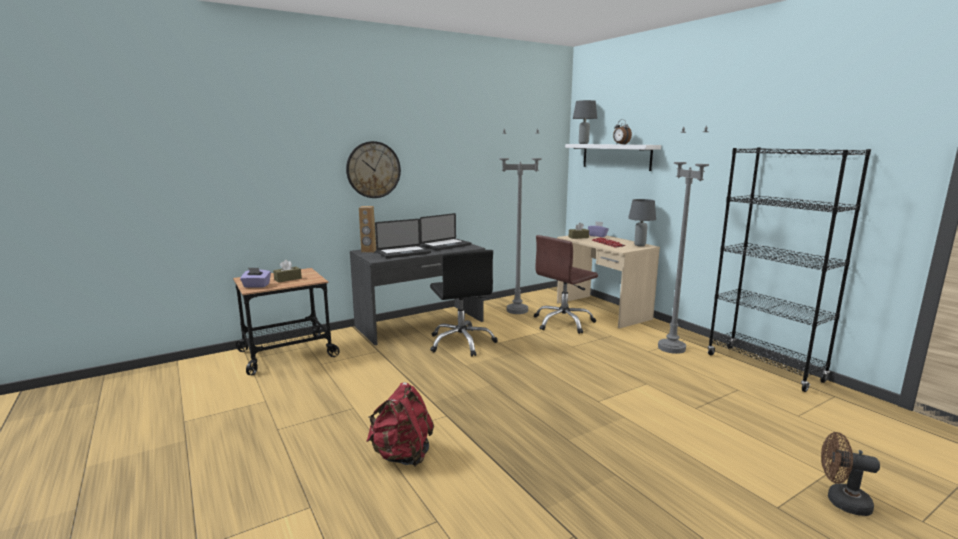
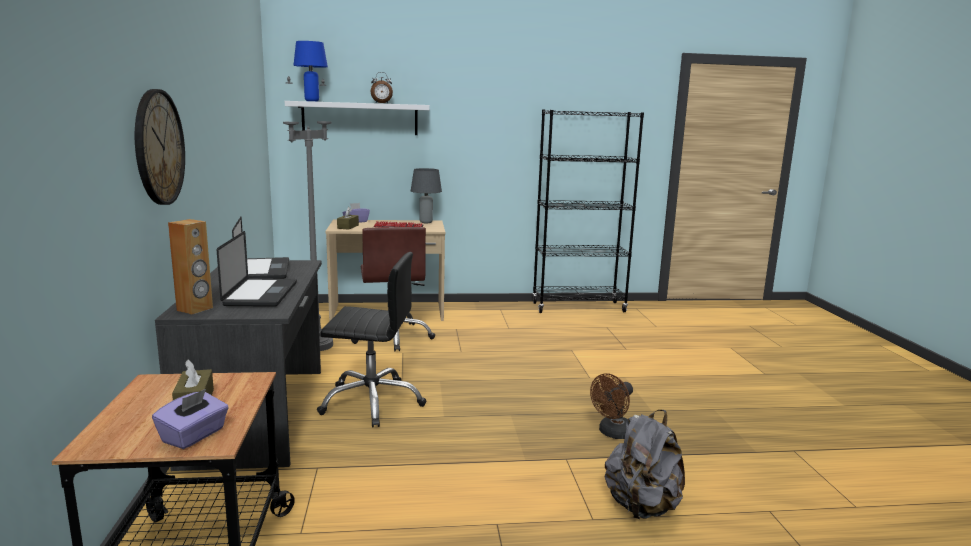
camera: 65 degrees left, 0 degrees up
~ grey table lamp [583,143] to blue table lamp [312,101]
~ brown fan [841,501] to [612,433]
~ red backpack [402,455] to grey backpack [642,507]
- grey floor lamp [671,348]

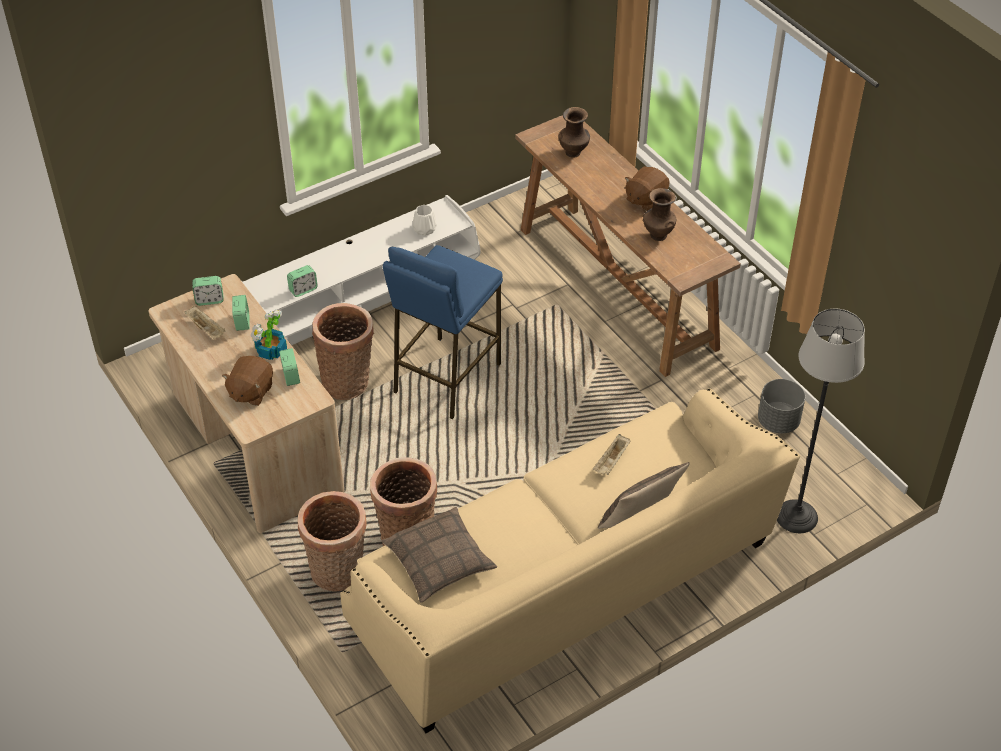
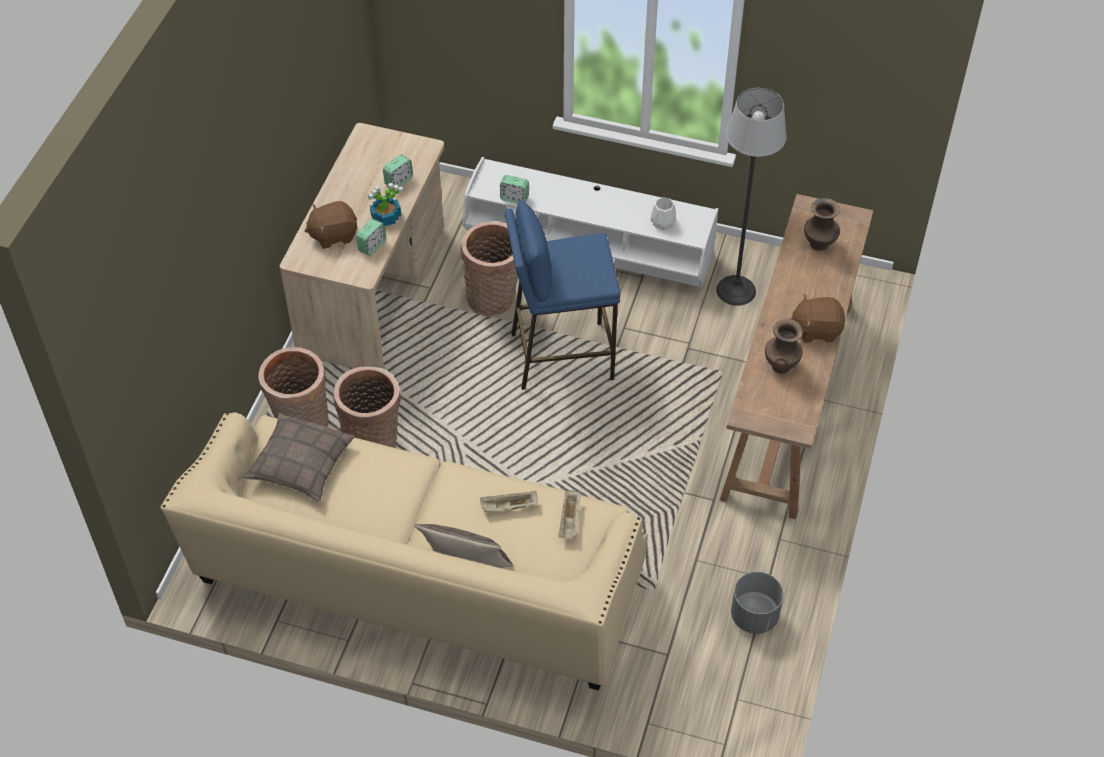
camera: 50 degrees right, 5 degrees up
~ beige tray [206,329] to [570,521]
~ floor lamp [796,516] to [735,290]
- alarm clock [209,300]

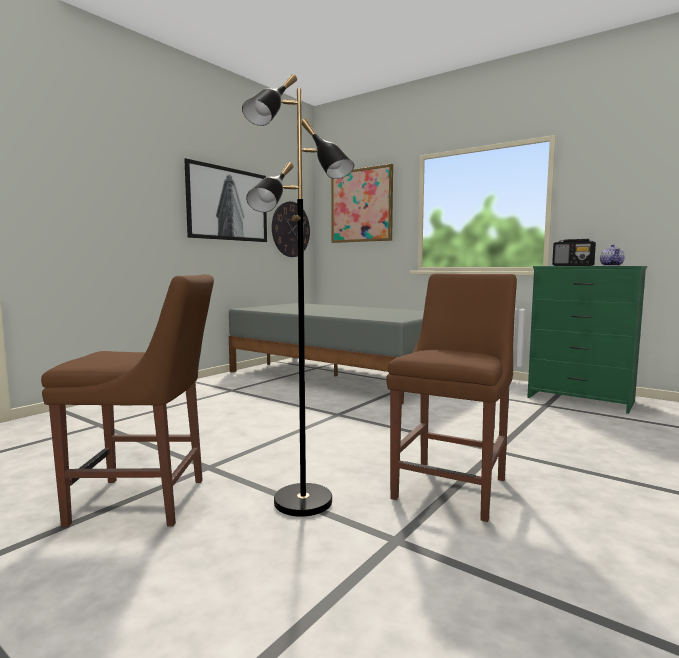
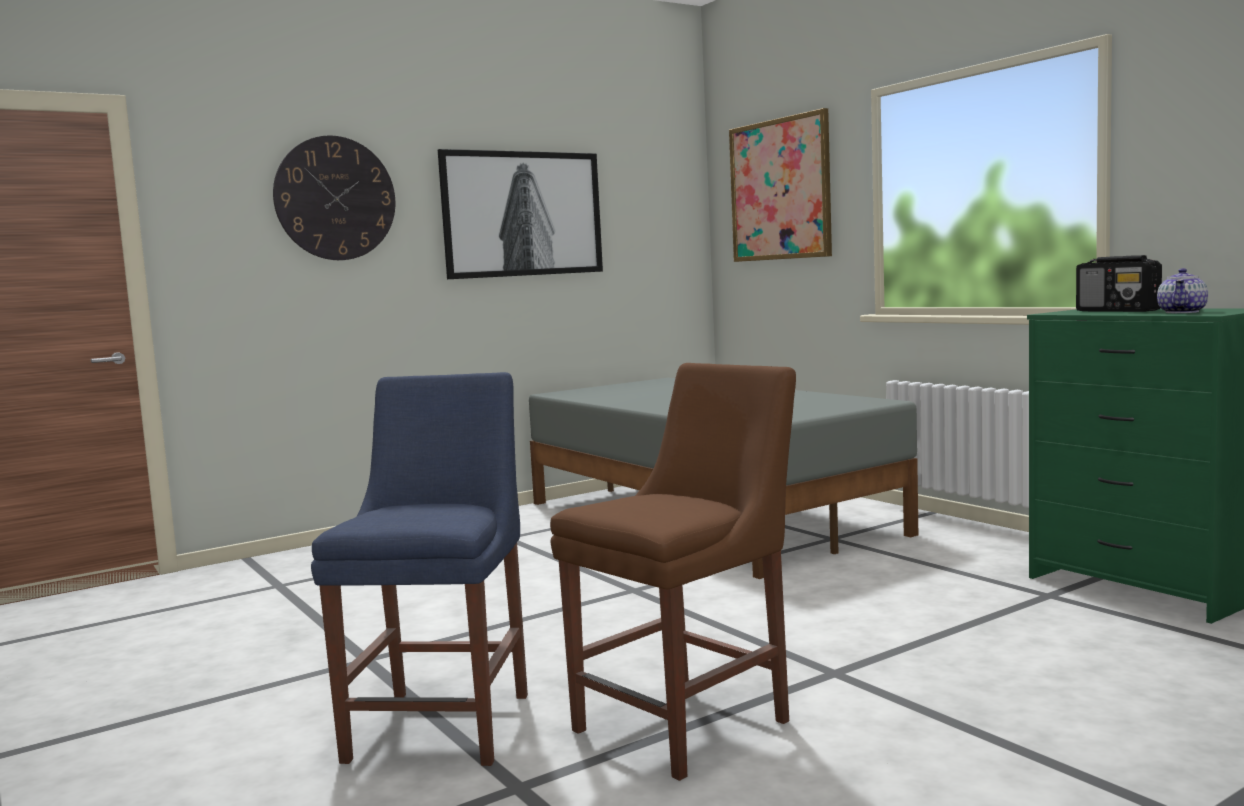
camera: 20 degrees right, 0 degrees up
~ wall clock [290,229] to [335,198]
~ black floor lamp [303,502] to blue chair [444,722]
- brown chair [145,501]

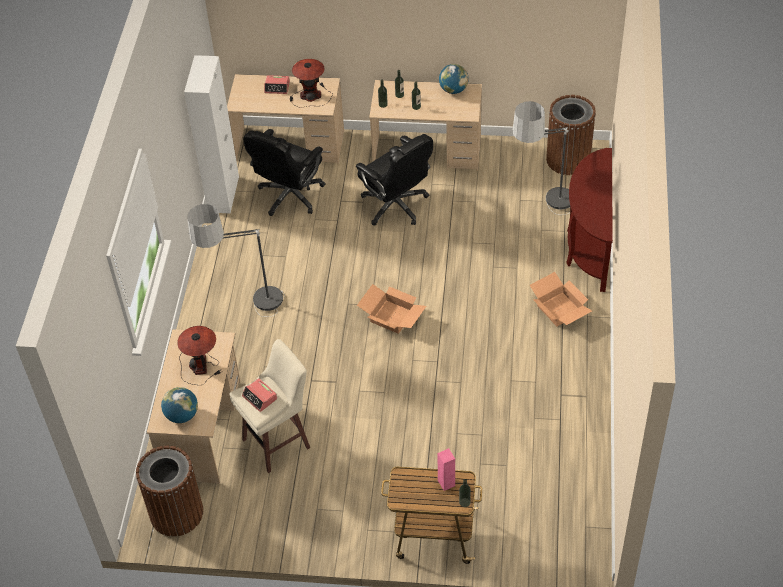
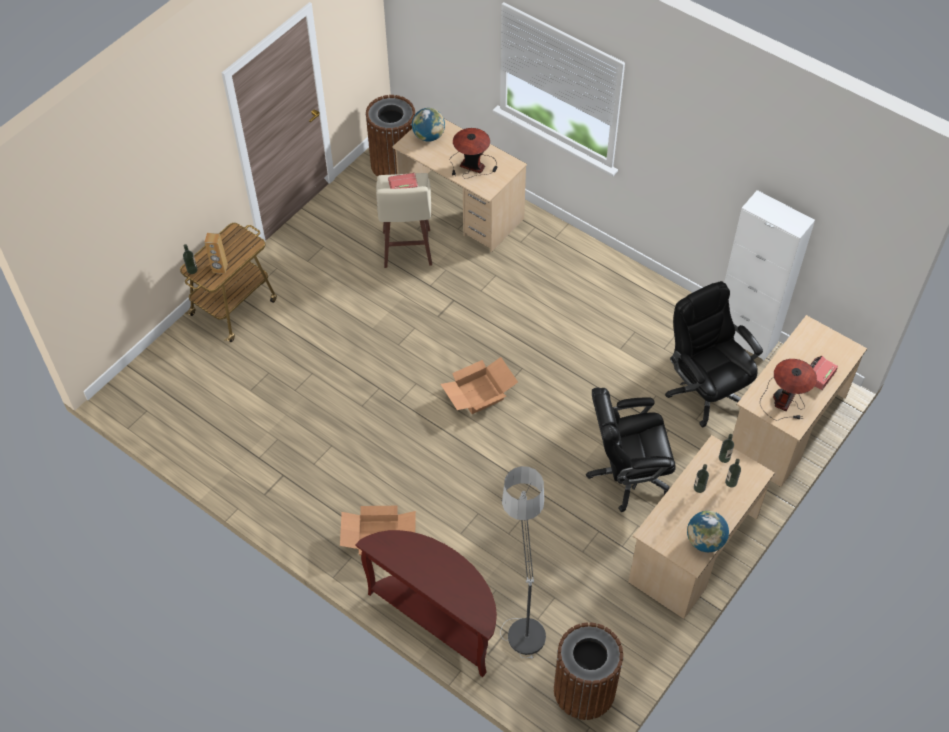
camera: 120 degrees right, 5 degrees up
~ pink speaker [446,483] to brown speaker [220,268]
- floor lamp [248,312]

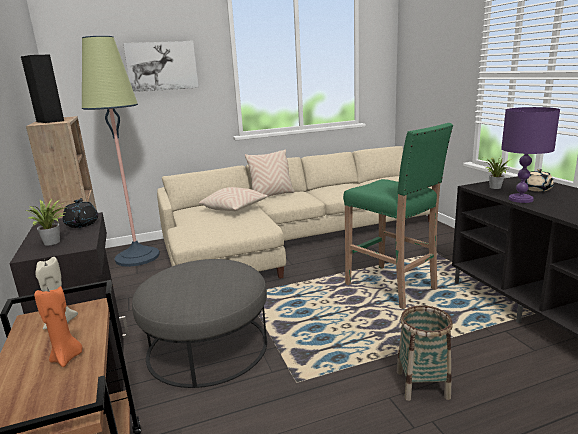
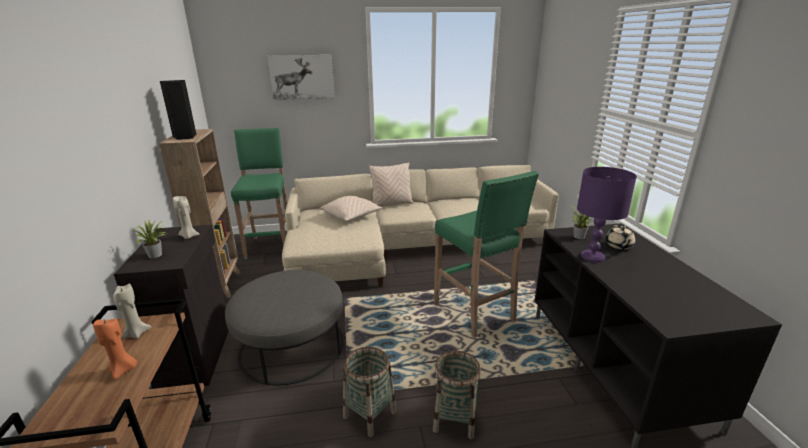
camera: 10 degrees right, 5 degrees up
~ black teapot [82,224] to beige candle [189,236]
~ floor lamp [137,257] to green stool [270,246]
+ basket [369,414]

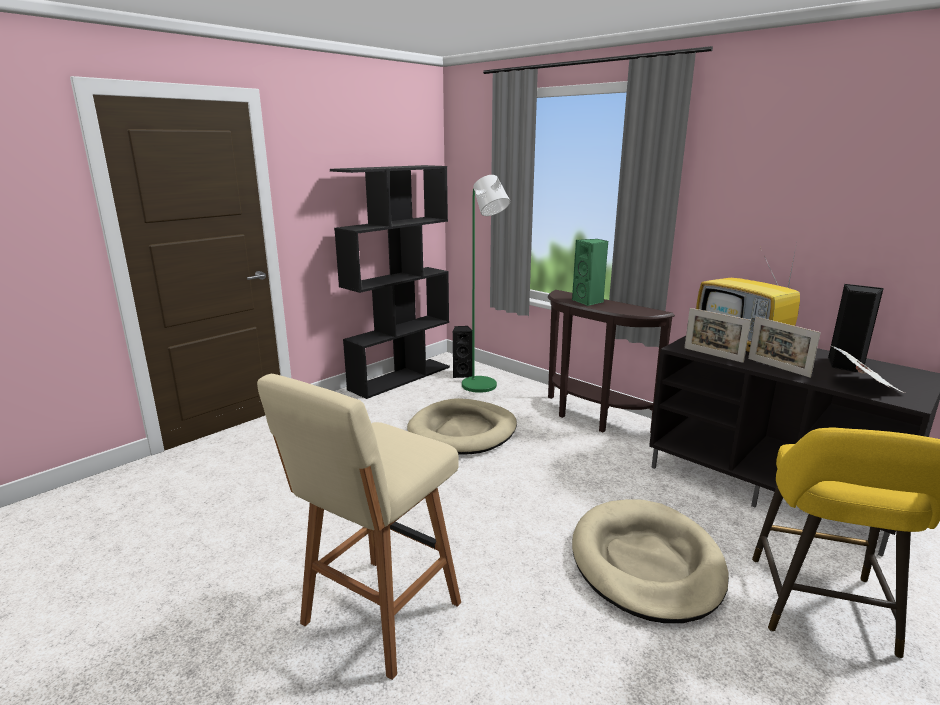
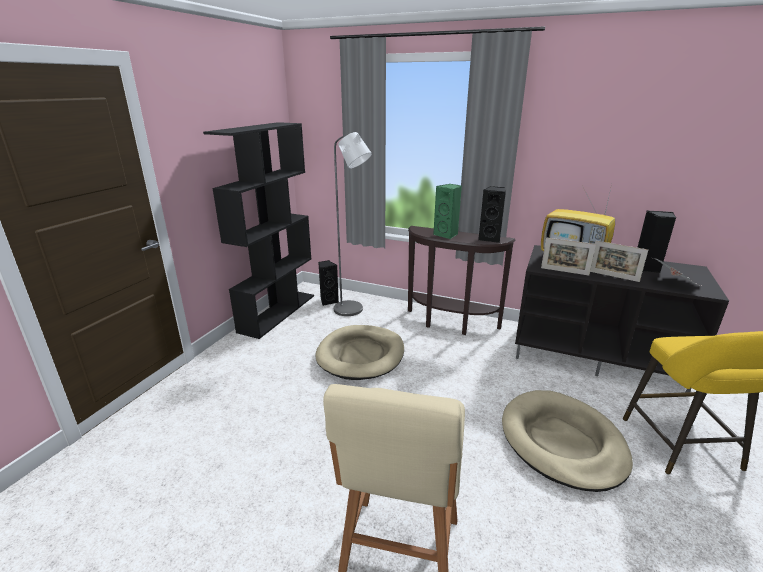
camera: 20 degrees left, 5 degrees up
~ green floor lamp [483,387] to grey floor lamp [352,310]
+ black speaker [490,238]

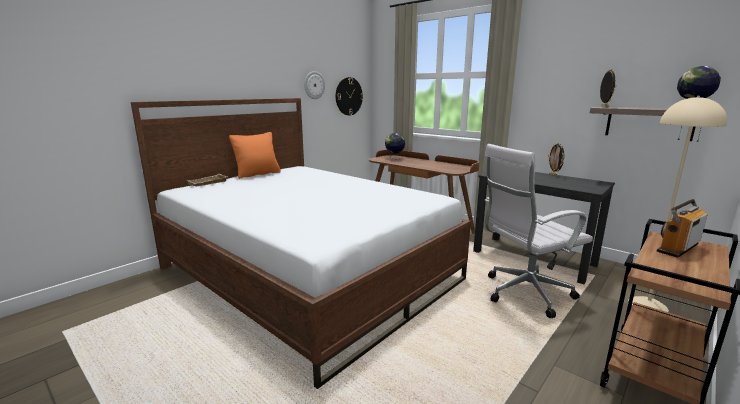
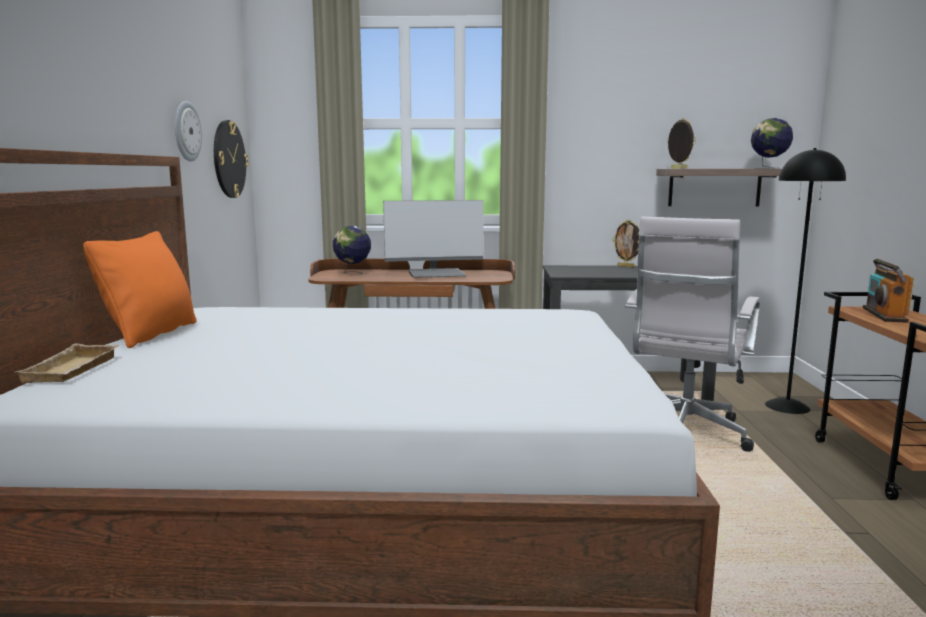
camera: 40 degrees left, 5 degrees down
+ monitor [436,274]
~ beige floor lamp [647,305] to black floor lamp [787,406]

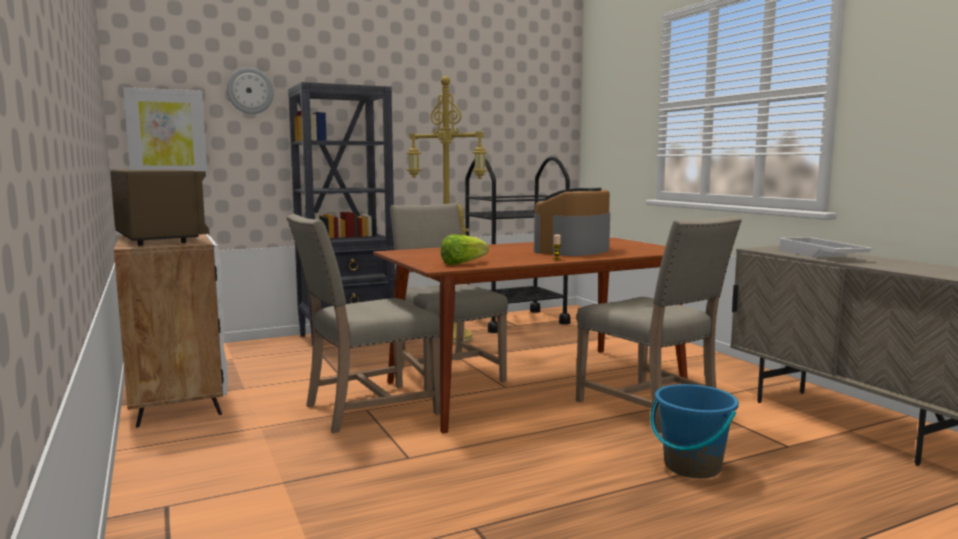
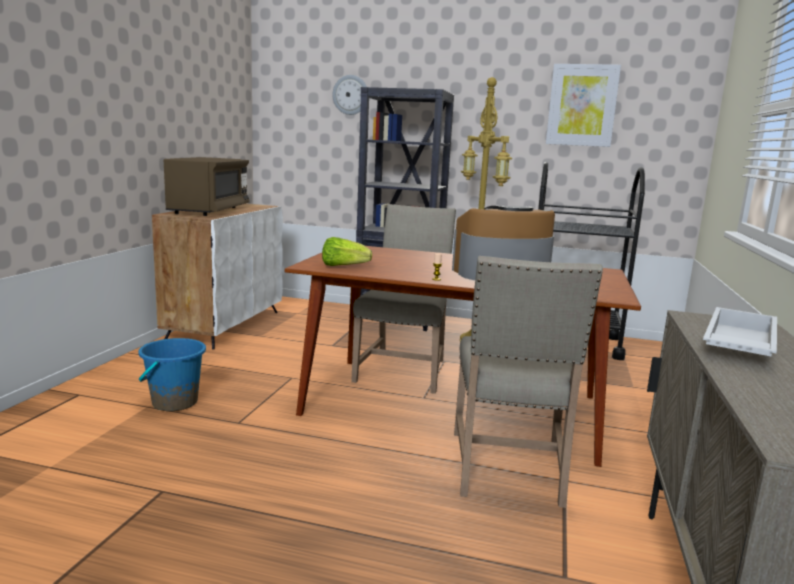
camera: 40 degrees right, 5 degrees up
~ blue bucket [691,466] to [174,402]
~ picture [166,134] to [582,105]
- beige chair [367,409]

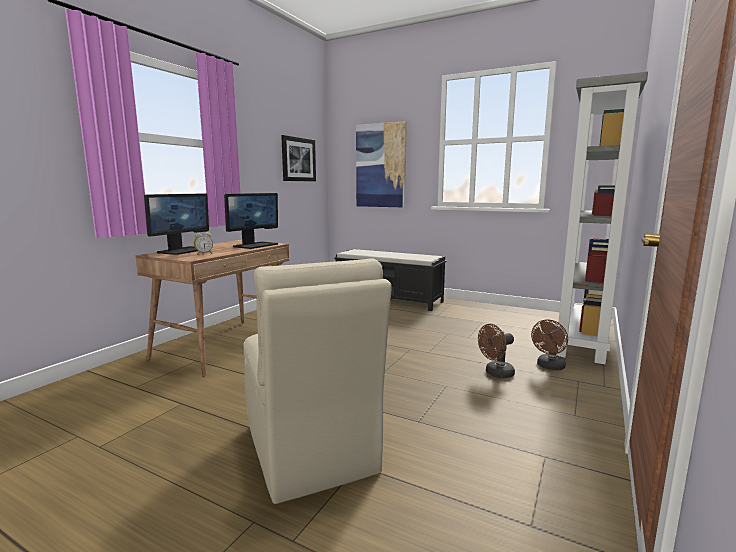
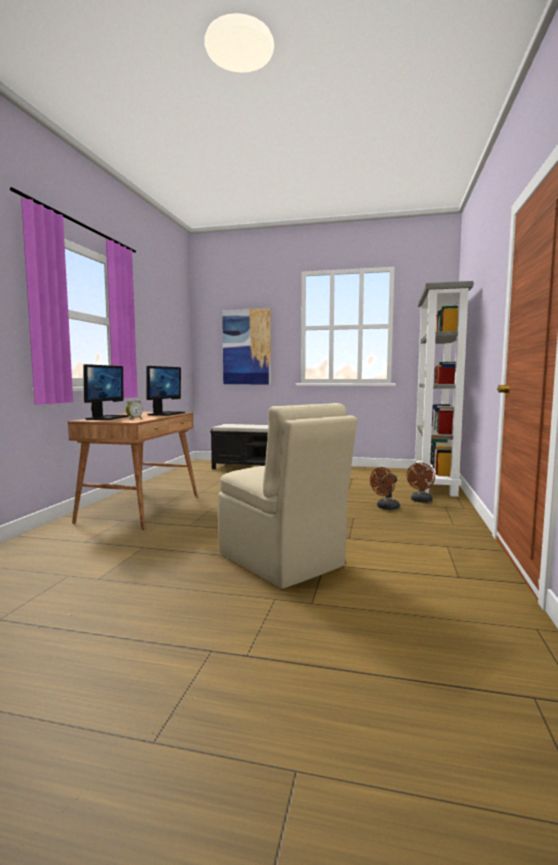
camera: 15 degrees left, 5 degrees down
- picture [298,159]

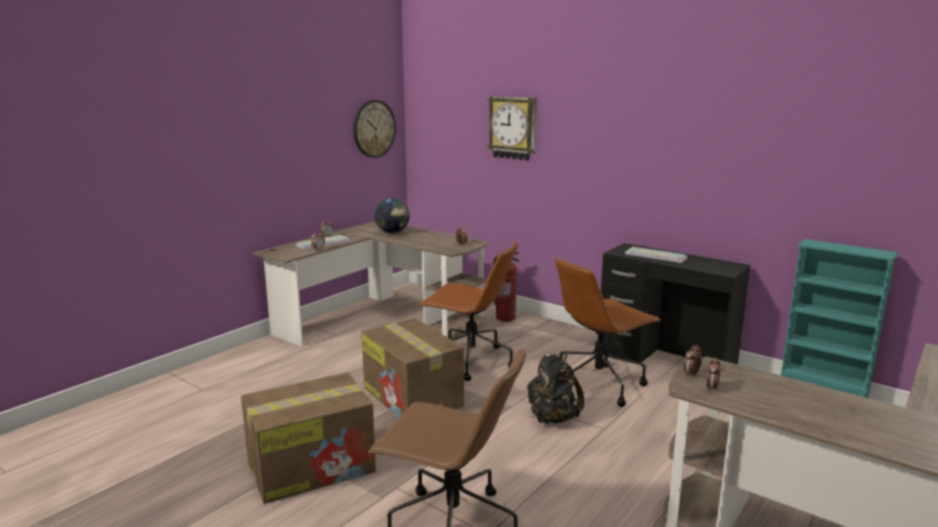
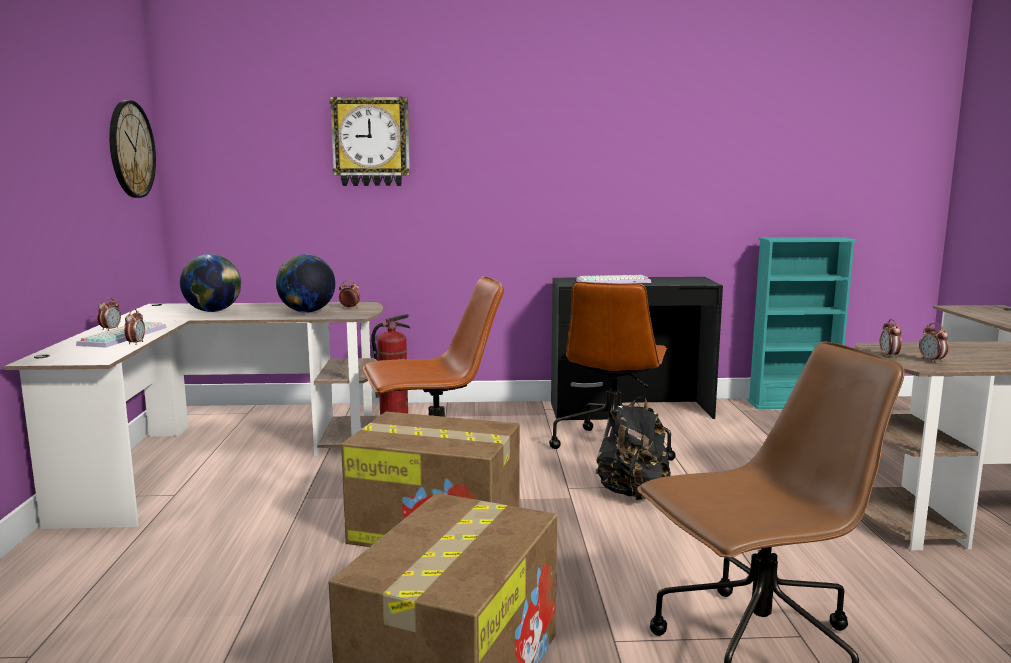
camera: 40 degrees left, 5 degrees down
+ globe [307,312]

